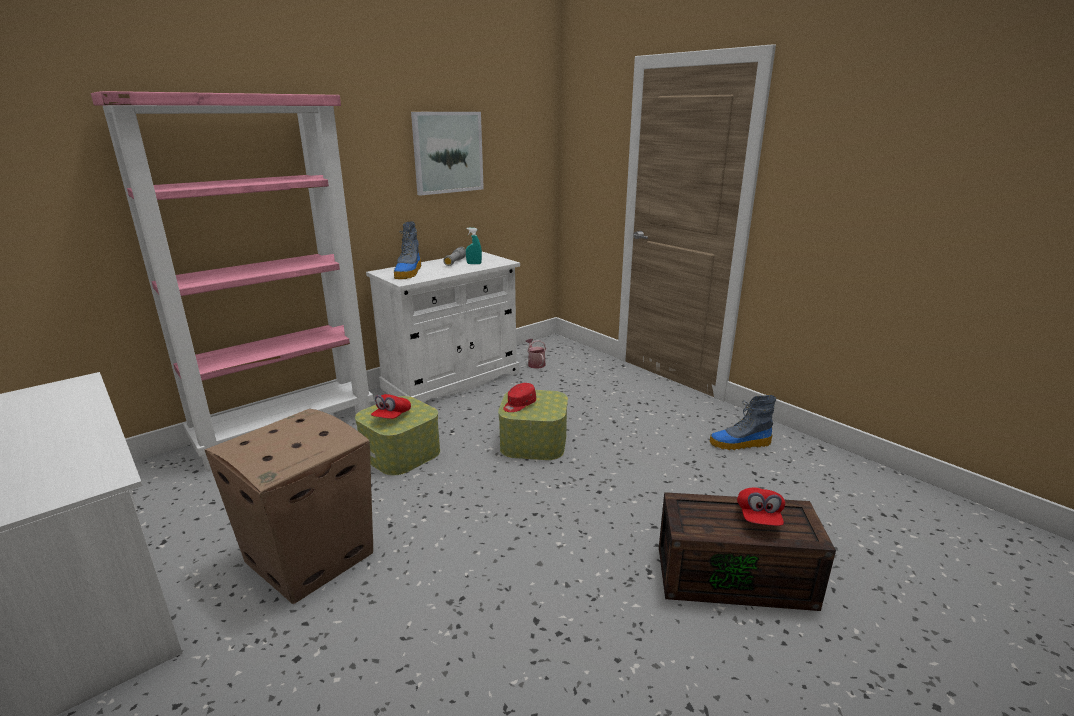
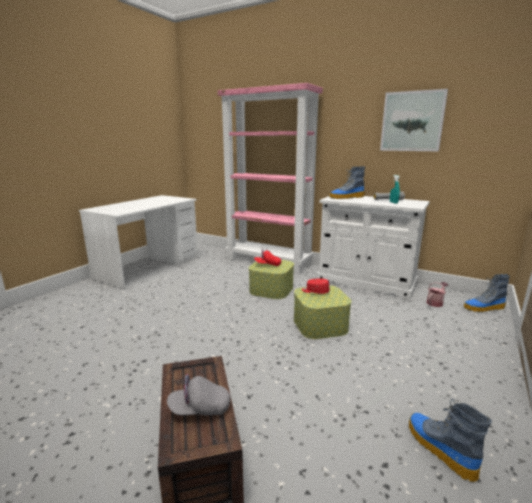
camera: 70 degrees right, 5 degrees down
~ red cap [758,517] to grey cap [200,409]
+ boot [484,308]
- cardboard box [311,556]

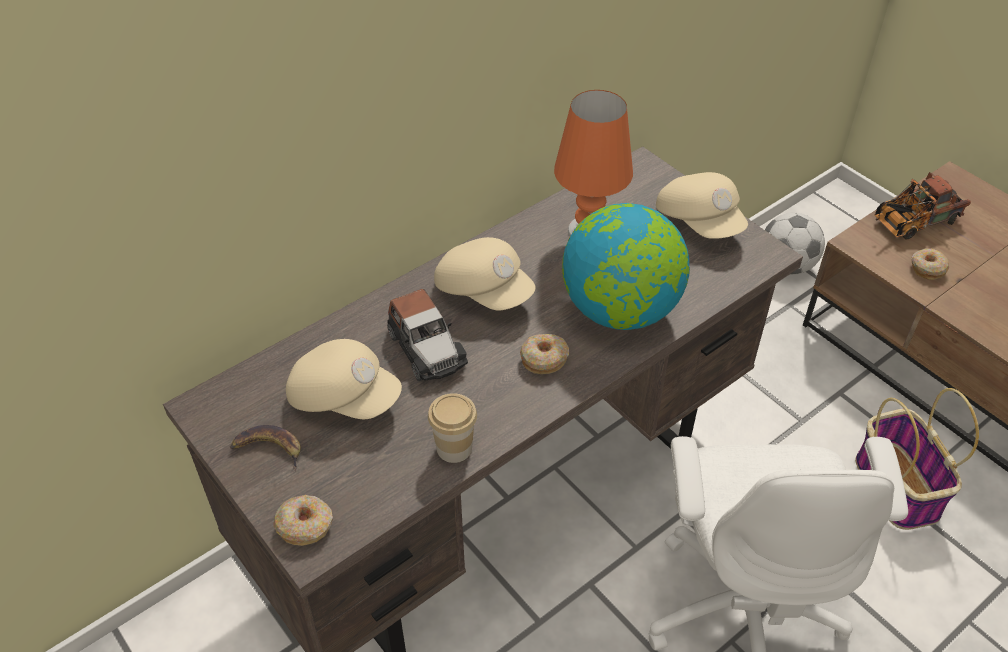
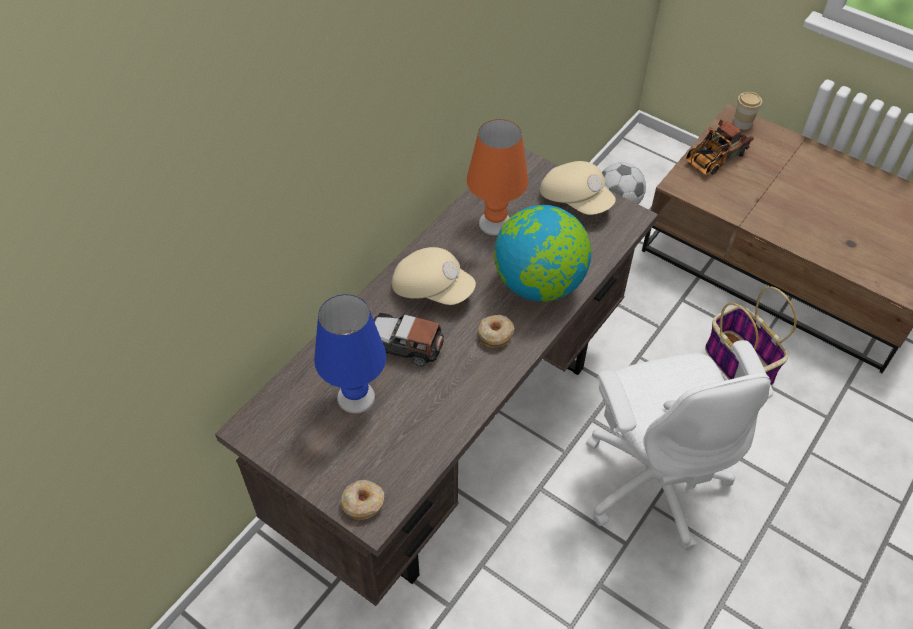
camera: 15 degrees left, 5 degrees up
~ beige cap [345,396] to blue table lamp [356,397]
~ toy car [426,348] = [404,345] 150 degrees clockwise
~ cup [454,448] to [742,123]
- banana [268,449]
- donut [927,268]

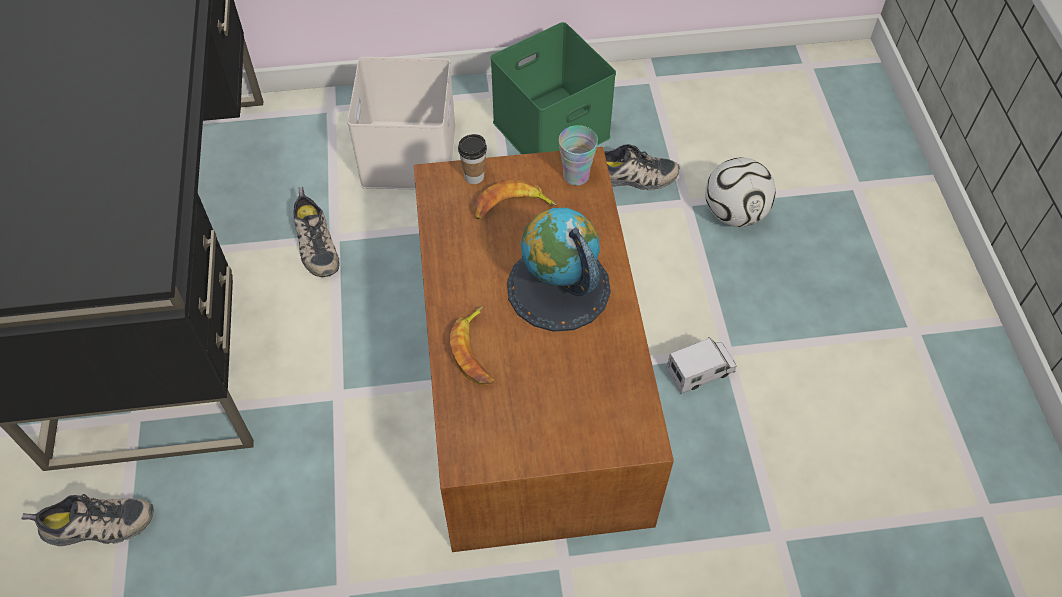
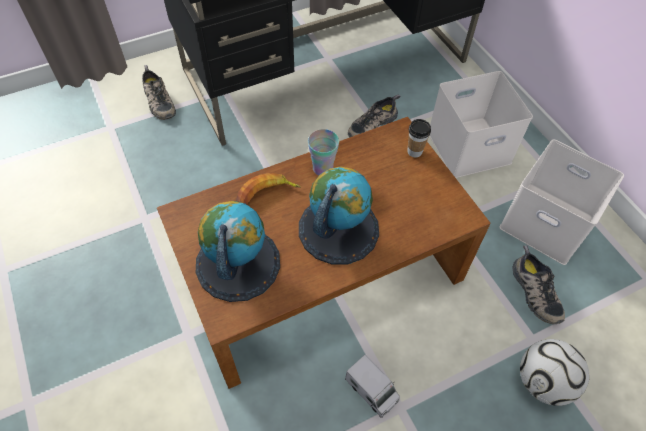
camera: 70 degrees right, 0 degrees up
+ globe [237,263]
~ cup [576,176] to [322,168]
~ green storage box [551,127] to white storage box [548,222]
- banana [511,207]

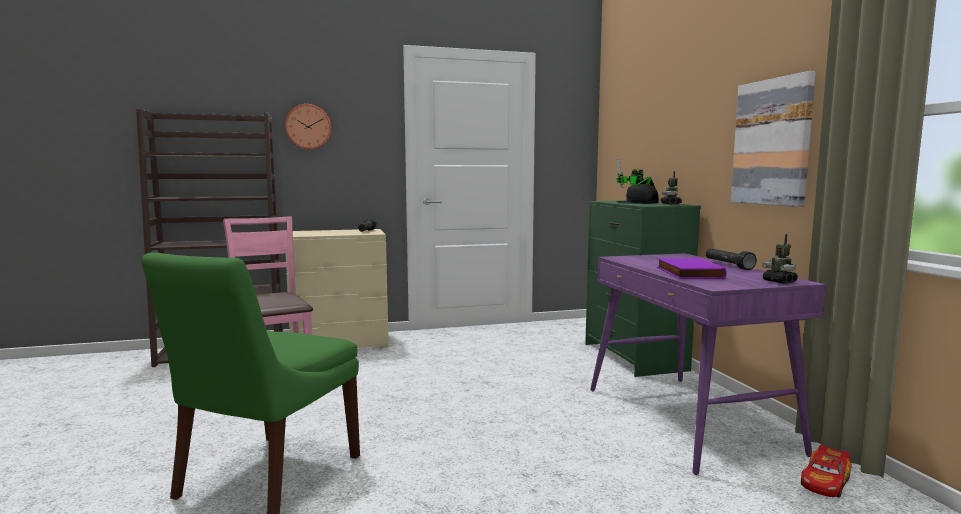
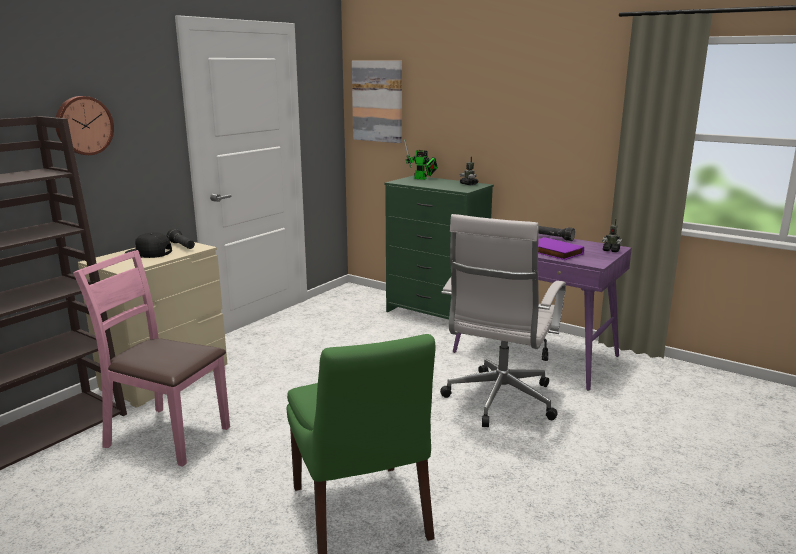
camera: 40 degrees left, 10 degrees up
~ black cap [637,202] to [148,253]
~ picture [772,142] to [378,101]
+ white office chair [499,402]
- toy car [826,482]

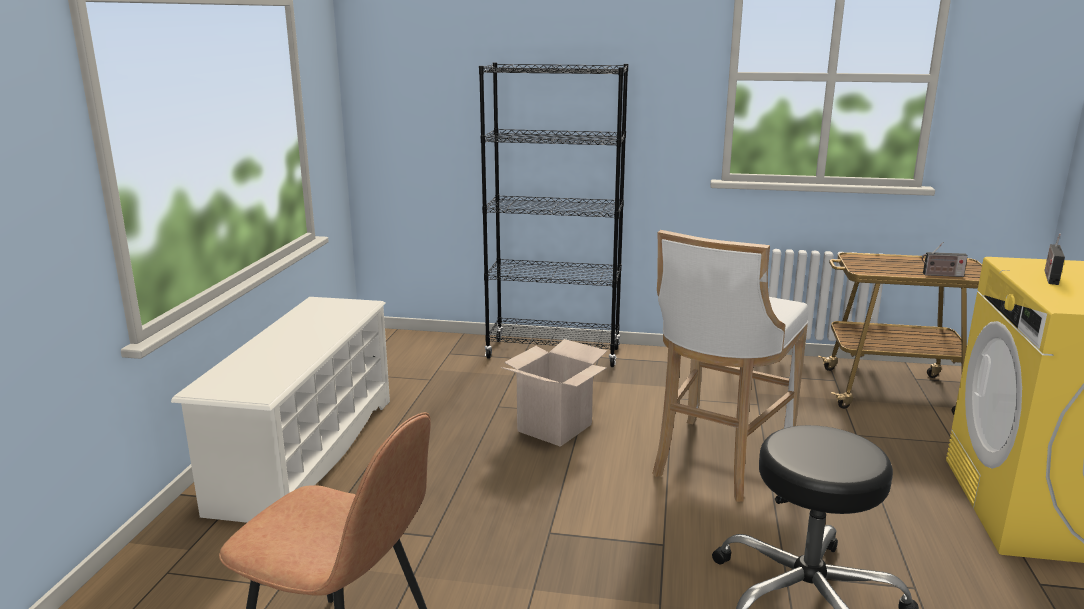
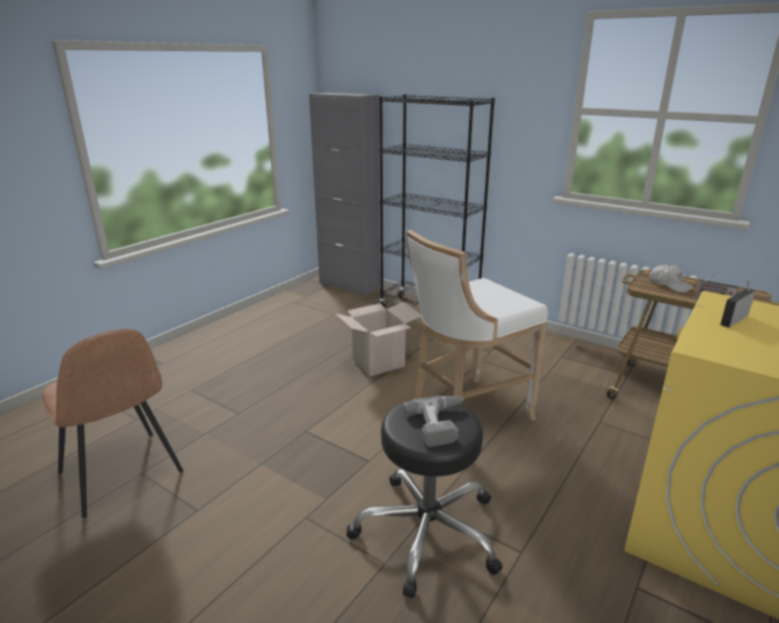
camera: 25 degrees right, 5 degrees up
+ grey cabinet [349,285]
+ power drill [441,424]
+ white cap [670,285]
- white shoe rack [306,452]

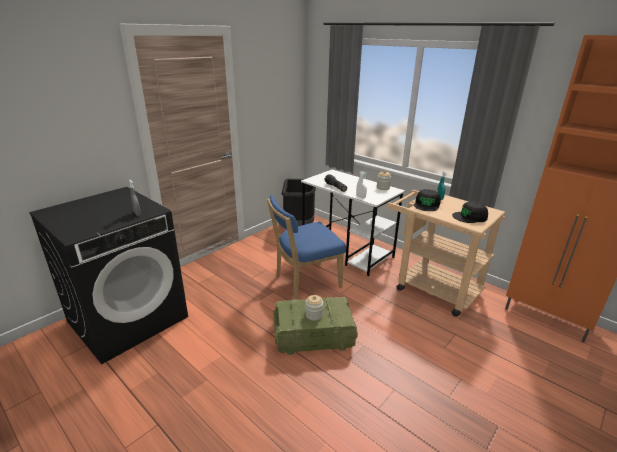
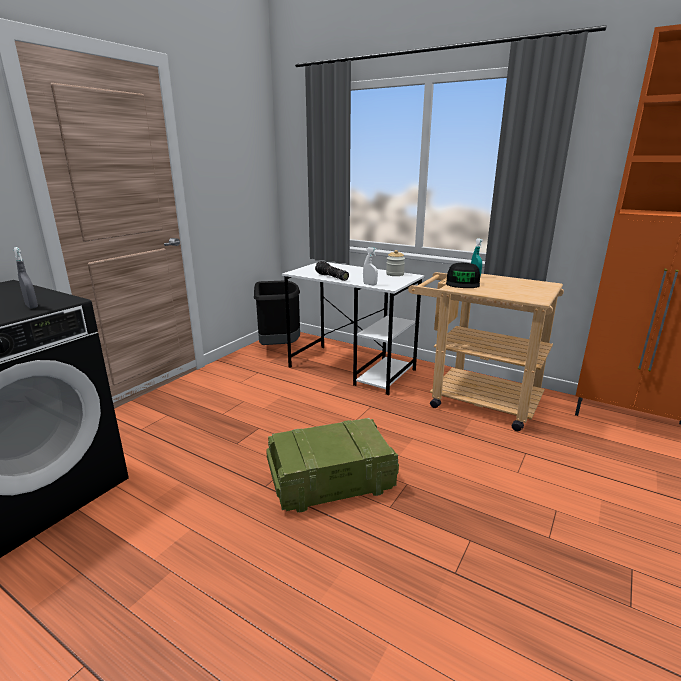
camera: 10 degrees left, 5 degrees down
- blue chair [305,282]
- jar [314,315]
- black cap [470,217]

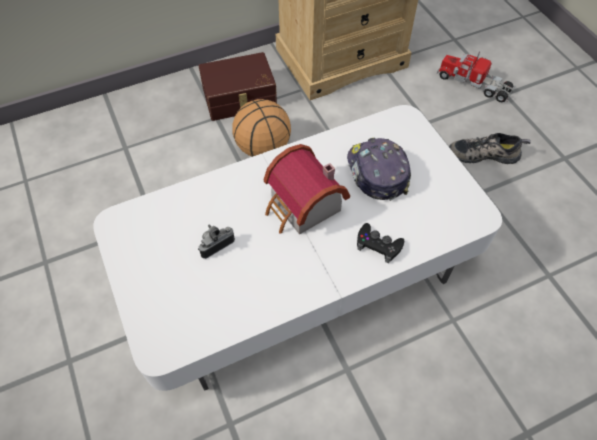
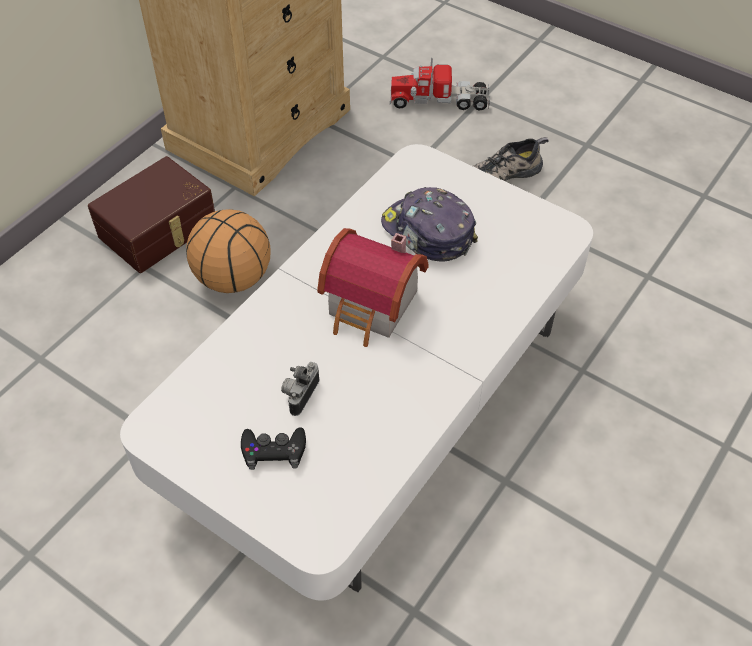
camera: 30 degrees left, 5 degrees down
~ black game controller [378,245] to [274,451]

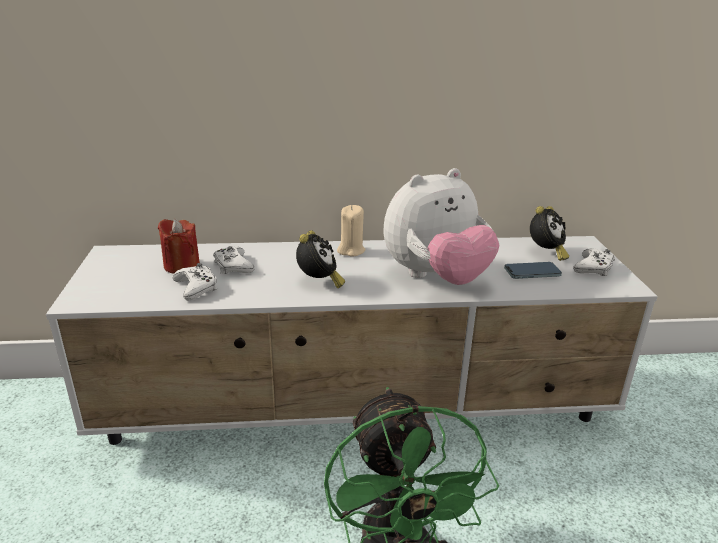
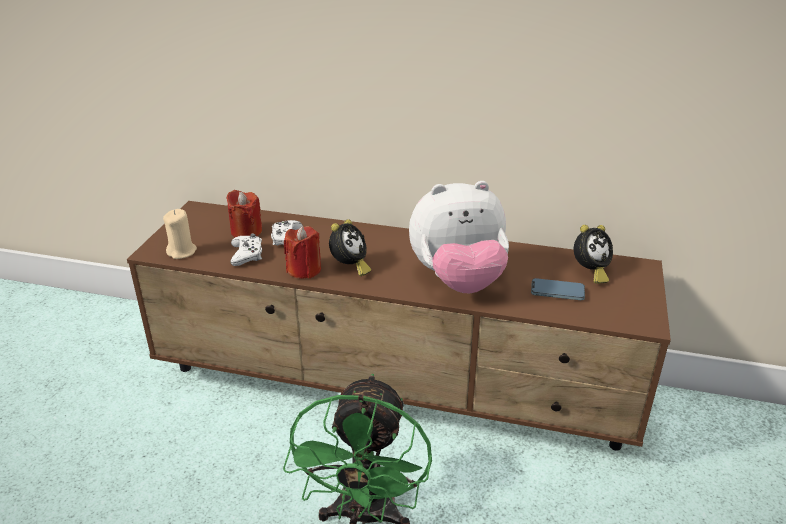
camera: 20 degrees right, 5 degrees up
~ white tv stand [358,410] to brown tv stand [395,388]
~ beige candle [351,250] to [182,252]
+ red candle [304,270]
- white game controller [593,268]

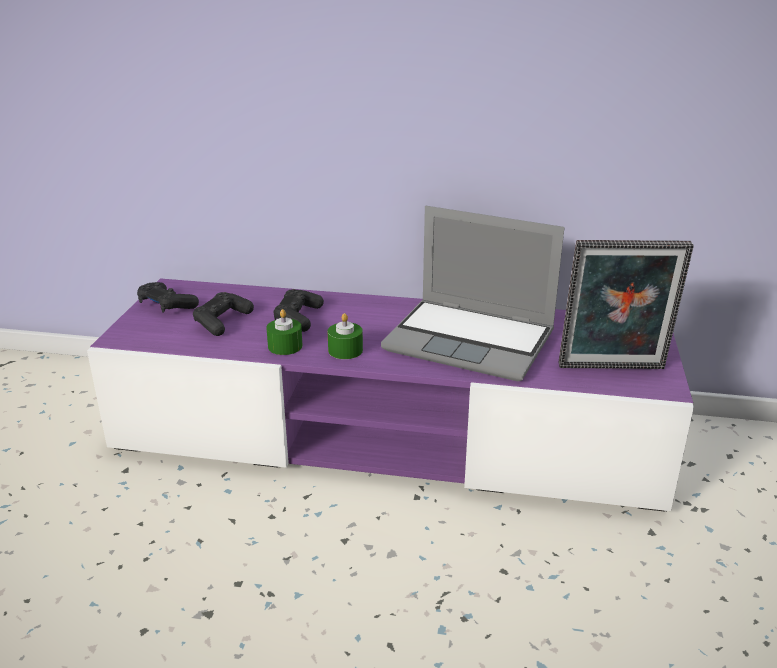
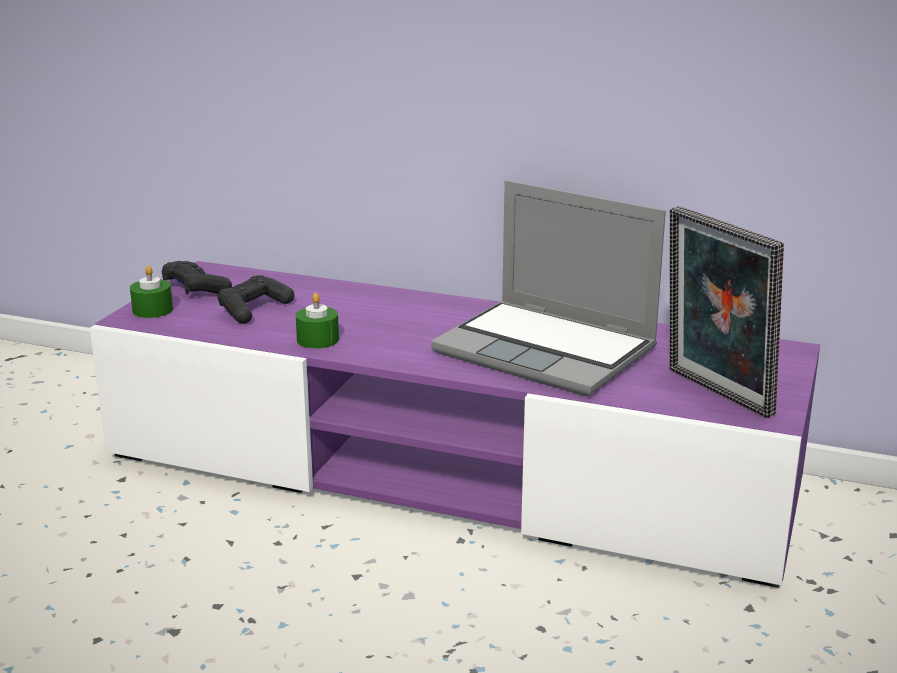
camera: 10 degrees right, 5 degrees down
~ green candle [345,350] to [152,310]
~ picture frame [612,369] = [713,393] 45 degrees clockwise
- black game controller [298,318]

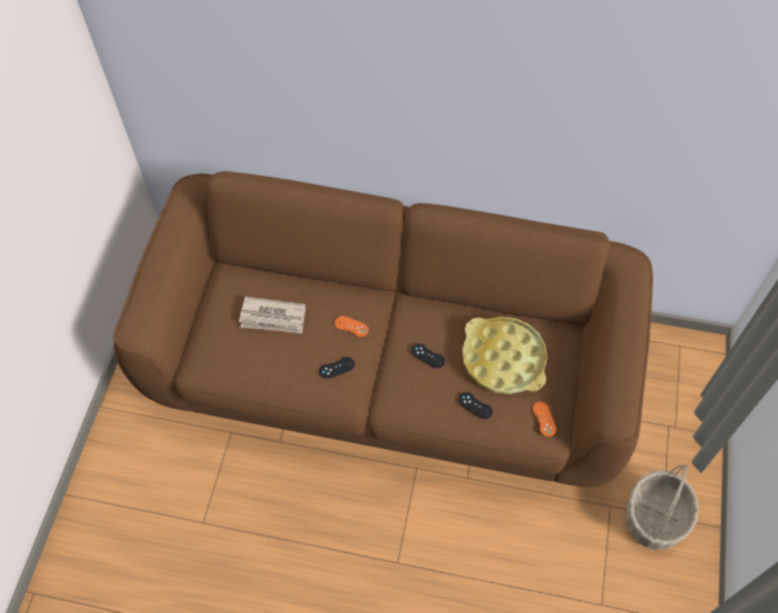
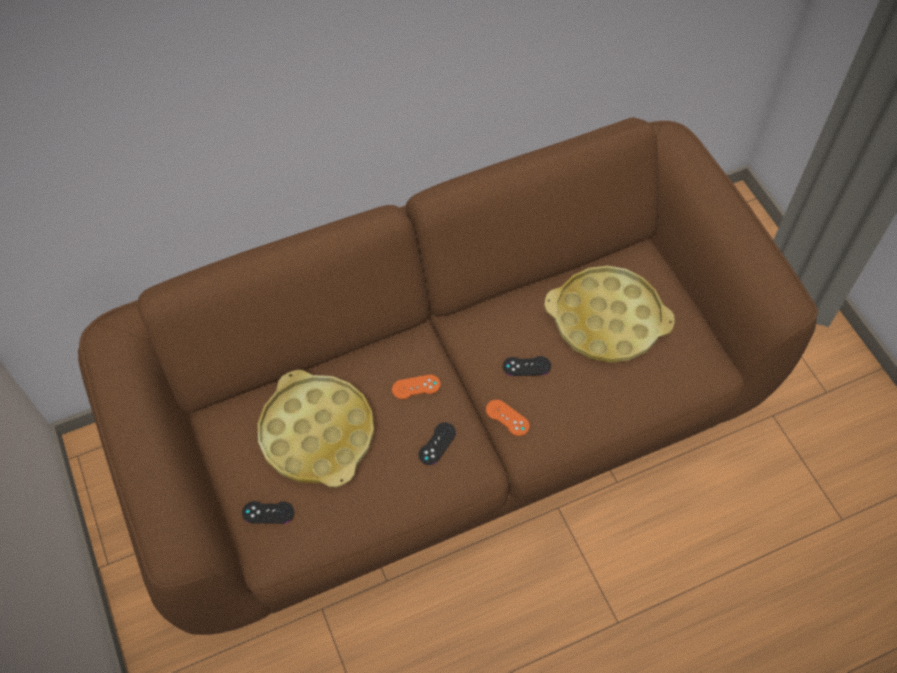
camera: 35 degrees left, 0 degrees up
~ black game controller [475,405] to [268,512]
~ newspaper [273,317] to yellow tray [317,433]
~ orange game controller [544,419] to [507,418]
- basket [654,517]

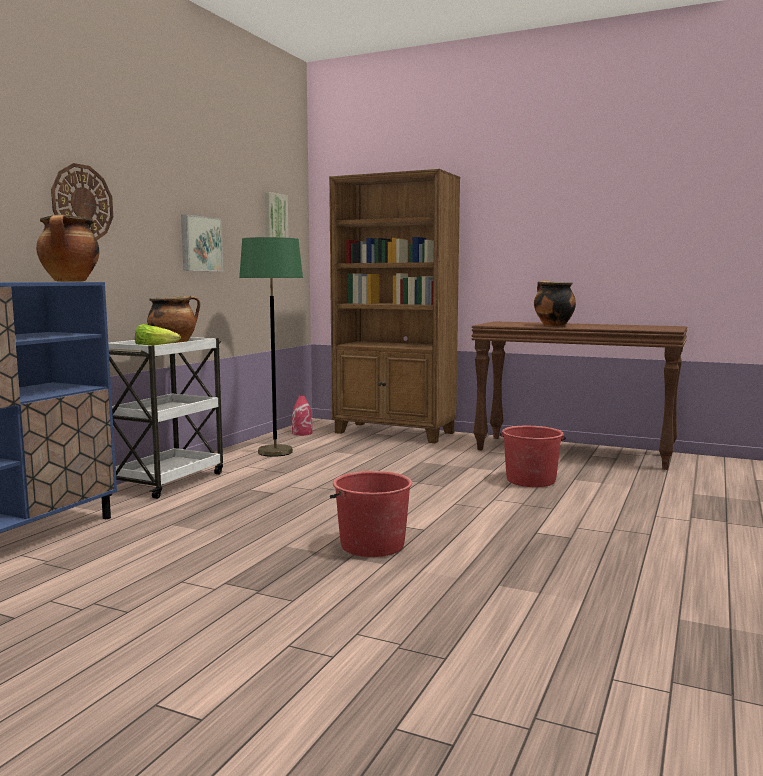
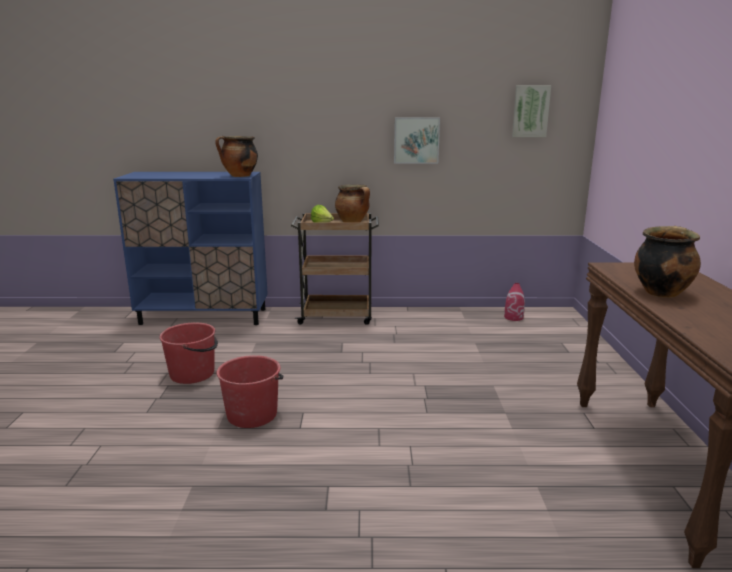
camera: 65 degrees right, 10 degrees up
~ red bucket [530,480] to [193,374]
~ white cart [168,481] to brown cart [337,316]
- wall clock [82,203]
- green floor lamp [275,452]
- brown bookcase [395,433]

